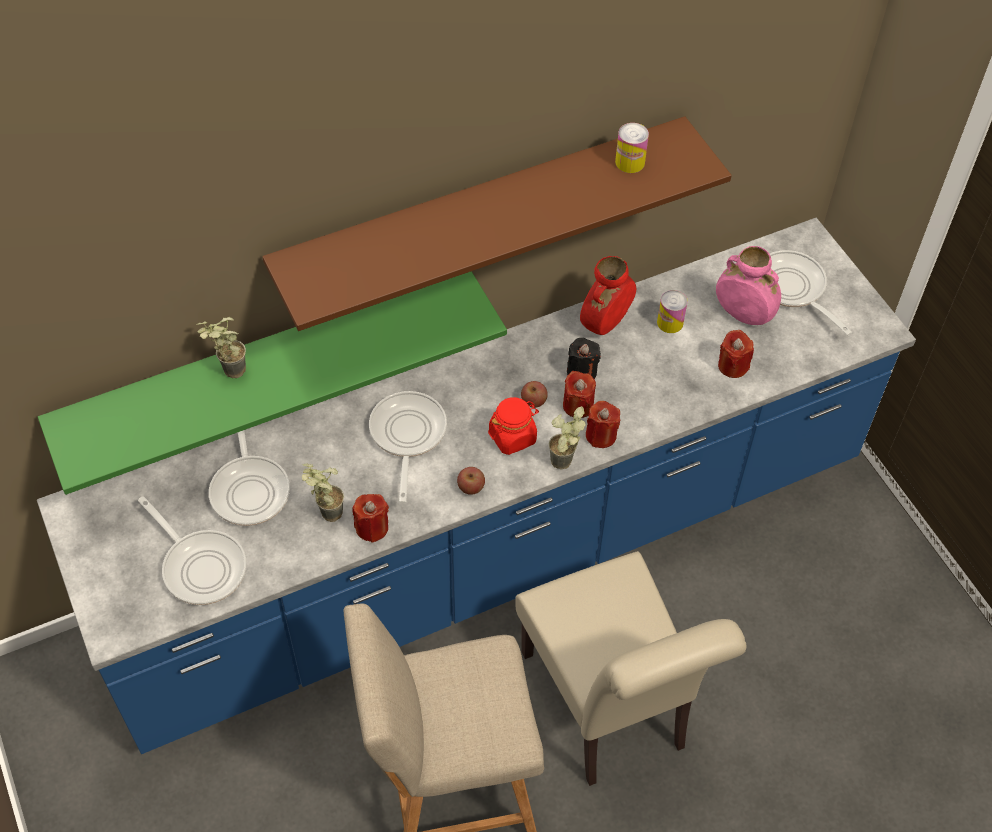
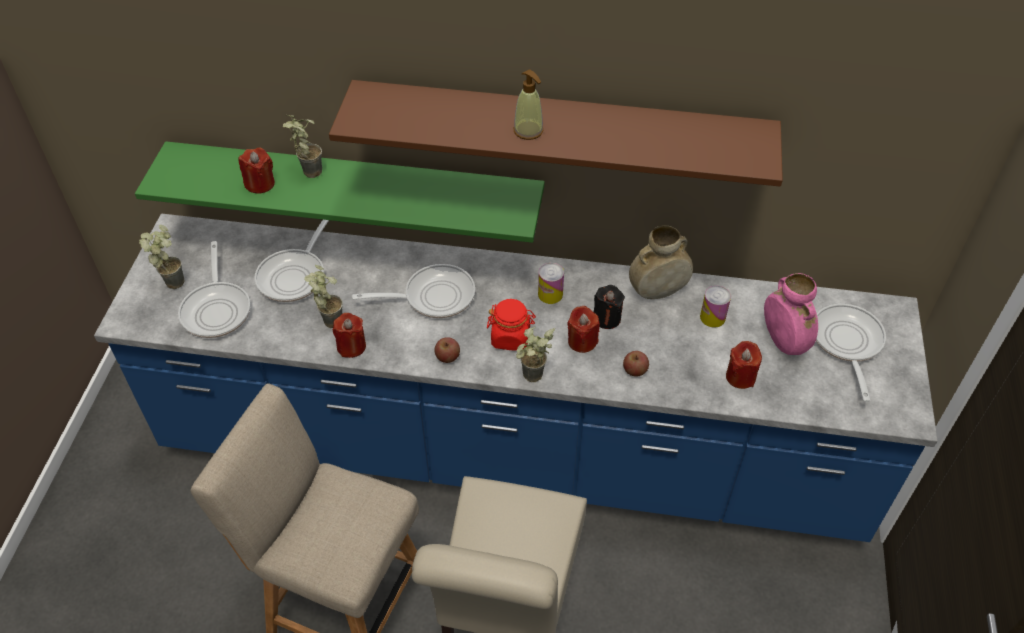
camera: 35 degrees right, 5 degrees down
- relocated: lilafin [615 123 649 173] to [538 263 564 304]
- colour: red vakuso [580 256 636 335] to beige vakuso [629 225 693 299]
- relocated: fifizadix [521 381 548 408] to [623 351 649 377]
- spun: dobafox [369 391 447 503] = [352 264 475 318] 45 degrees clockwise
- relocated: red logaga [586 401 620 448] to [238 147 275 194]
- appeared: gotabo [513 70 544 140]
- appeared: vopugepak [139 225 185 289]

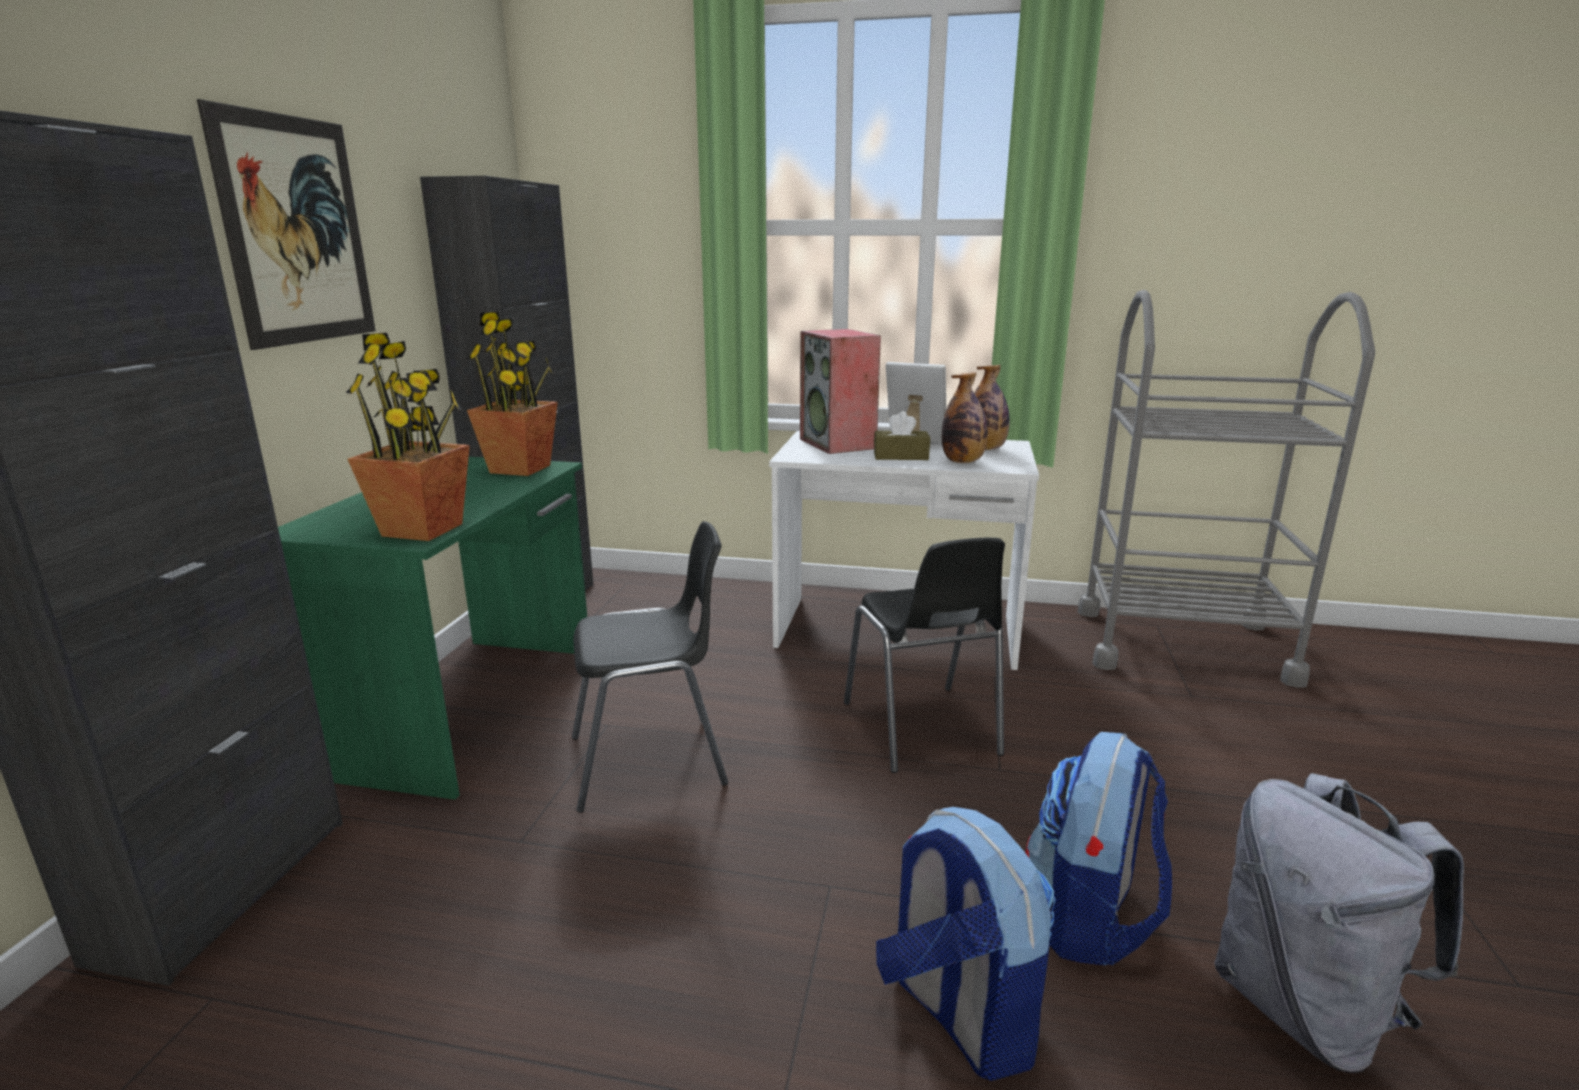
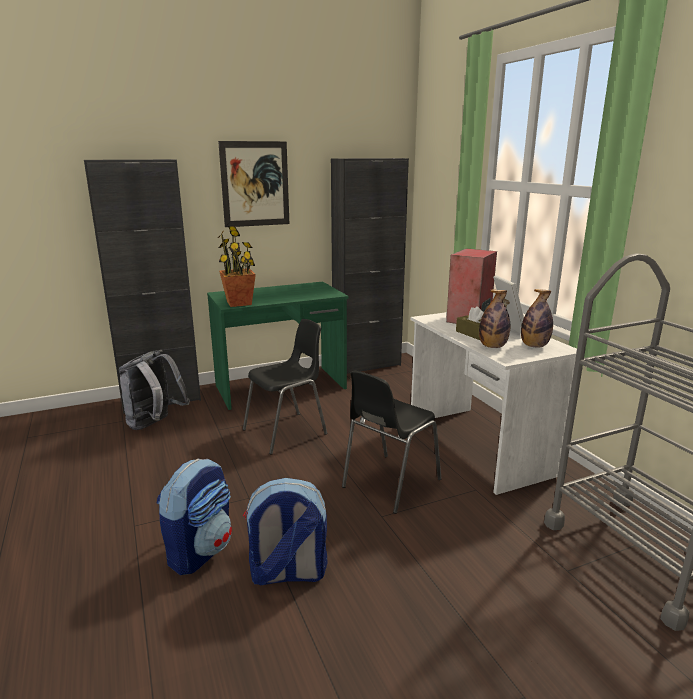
camera: 55 degrees right, 0 degrees up
- missing: vopugepak [467 312 558 476]
- spun: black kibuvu [572 521 728 813] = [243 319 327 455] 75 degrees counterclockwise
- relocated: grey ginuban [1214 773 1464 1073] to [119 350 190 430]

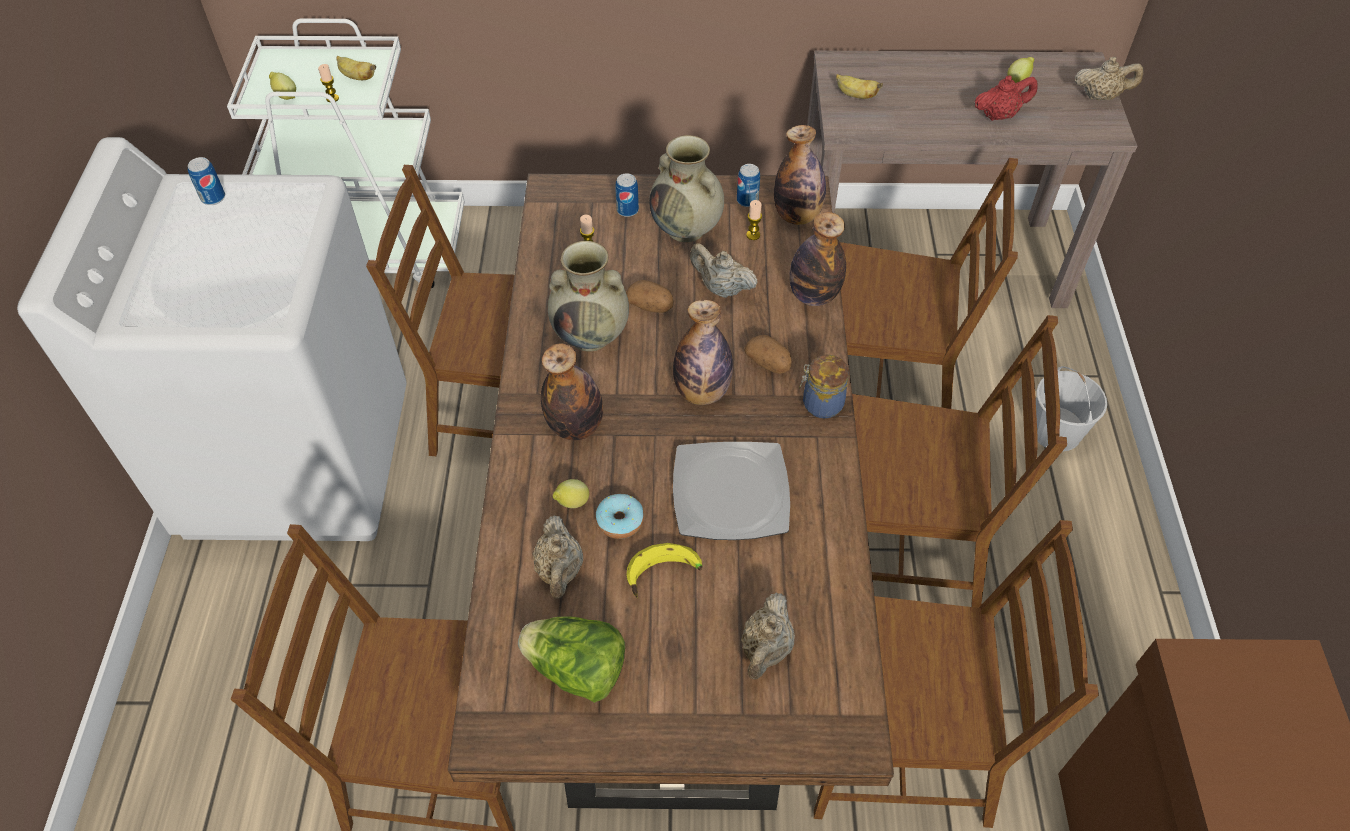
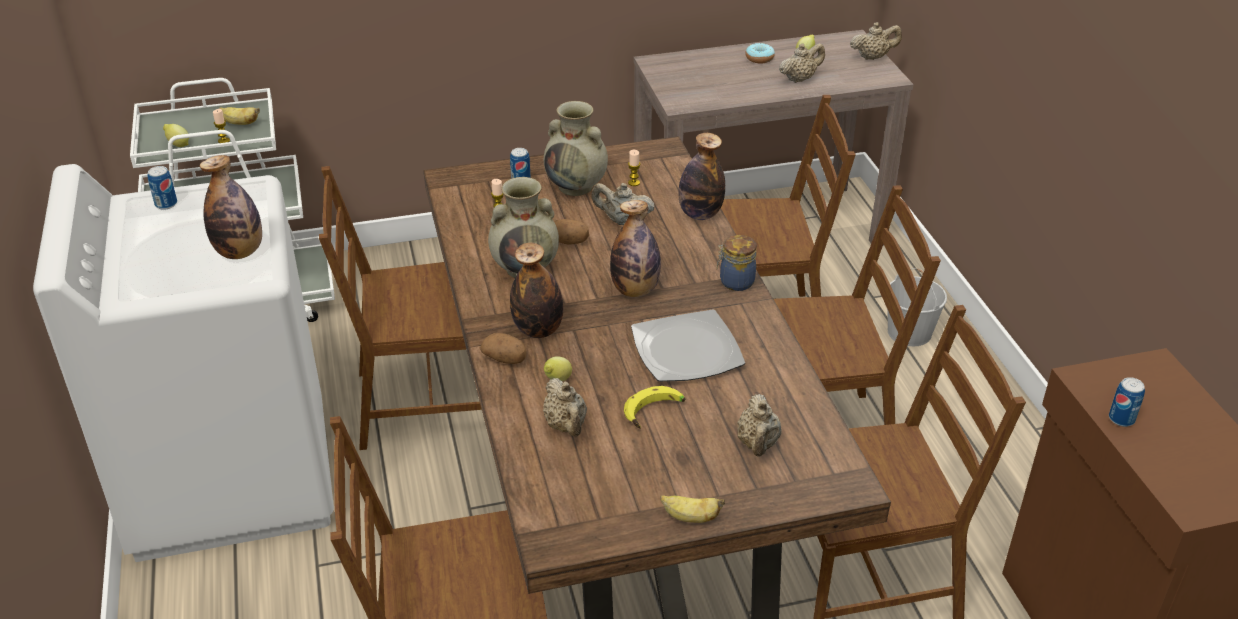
camera: 15 degrees left, 15 degrees down
- relocated: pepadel [836 74 883 99] to [660 495 725 523]
- colour: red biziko [974 75 1038 121] to beige biziko [779 43 825 83]
- relocated: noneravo [774 125 826 225] to [200 155 262 259]
- relocated: lilafin [737 164 760 207] to [1109 377 1145 427]
- relocated: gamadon [744 335 791 374] to [480 333 527 364]
- relocated: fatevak [595 494 644 539] to [745 43 775 63]
- missing: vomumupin [518 616 625 703]

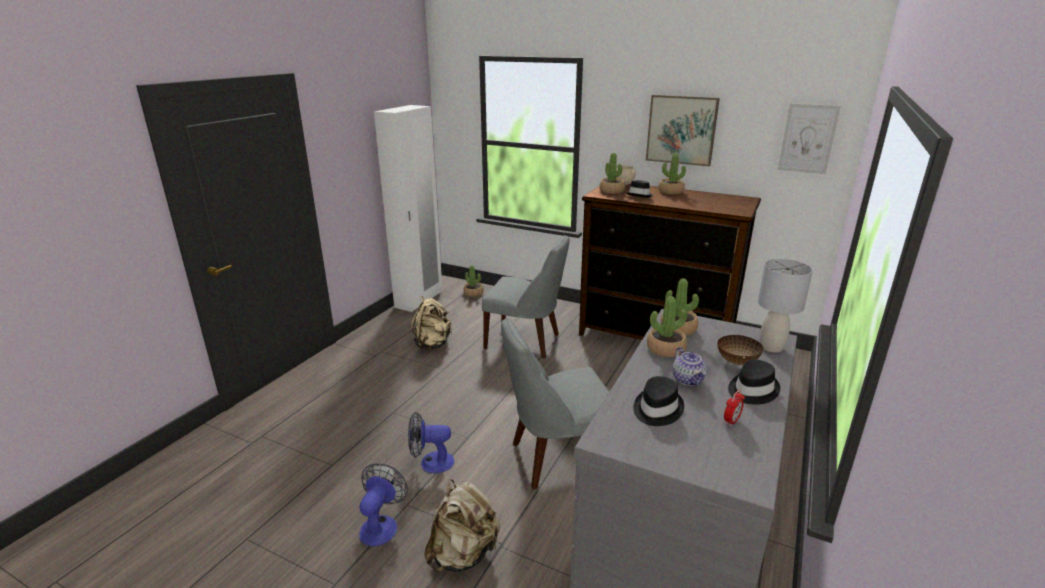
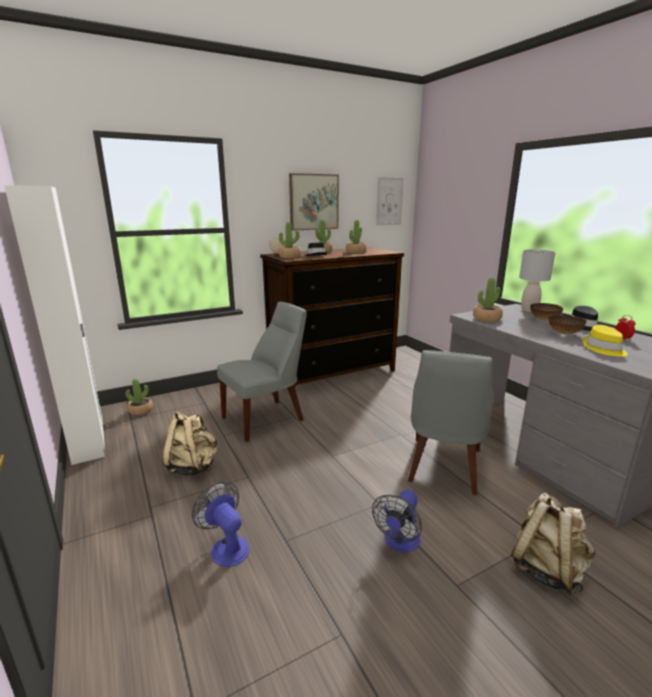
camera: 55 degrees left, 5 degrees down
- relocated: vopugepak [647 296 687 357] to [346 220 367 253]
- exchanged: biziko [673 347 707 386] to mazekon [549 315 586 335]
- colour: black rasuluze [633 376 684 426] to yellow rasuluze [582 325 628 357]
- relocated: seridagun [359 464 408 546] to [192 482 249 567]

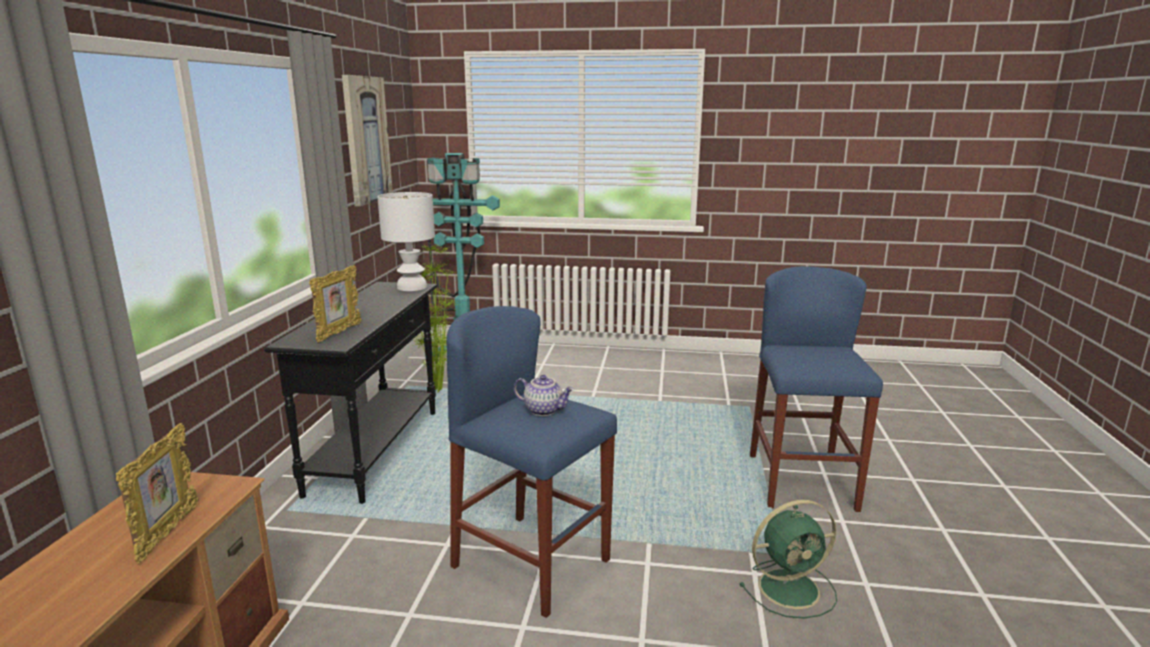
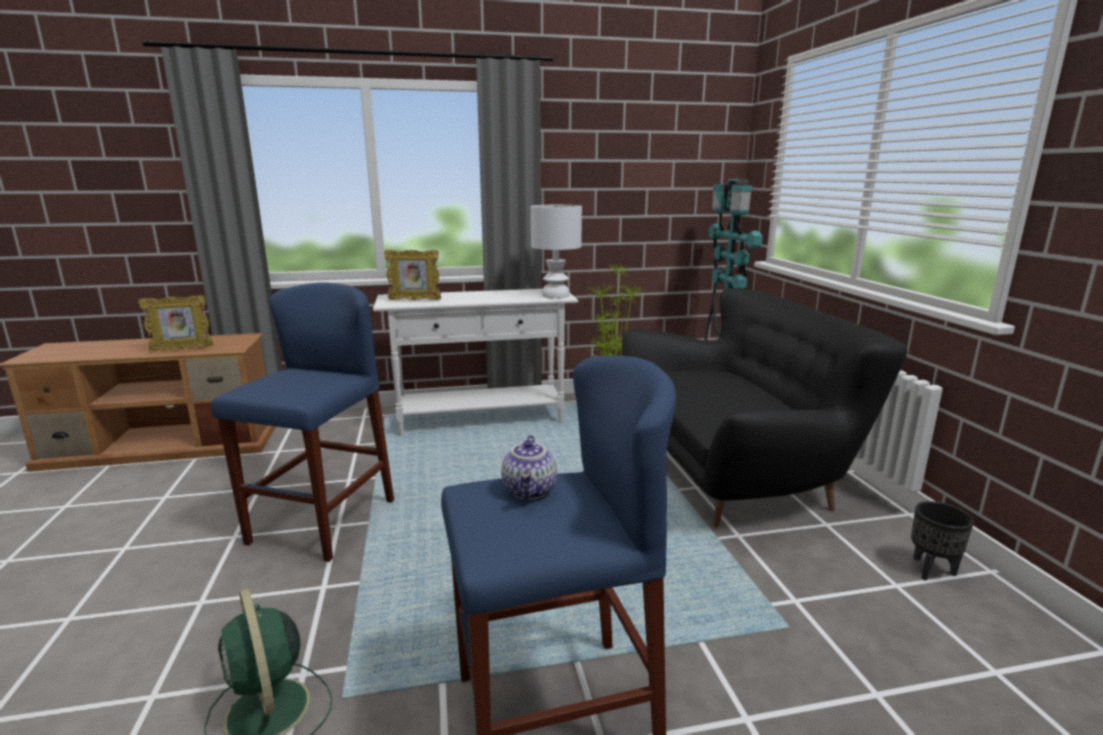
camera: 70 degrees right, 0 degrees up
- missing: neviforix [342 75 393 206]
- colour: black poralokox [264 282 438 504] to white poralokox [373 289 579 436]
- relocated: biziko [514 375 574 416] to [501 435 557 500]
- appeared: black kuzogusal [622 288 907 527]
- appeared: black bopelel [911 501 974 581]

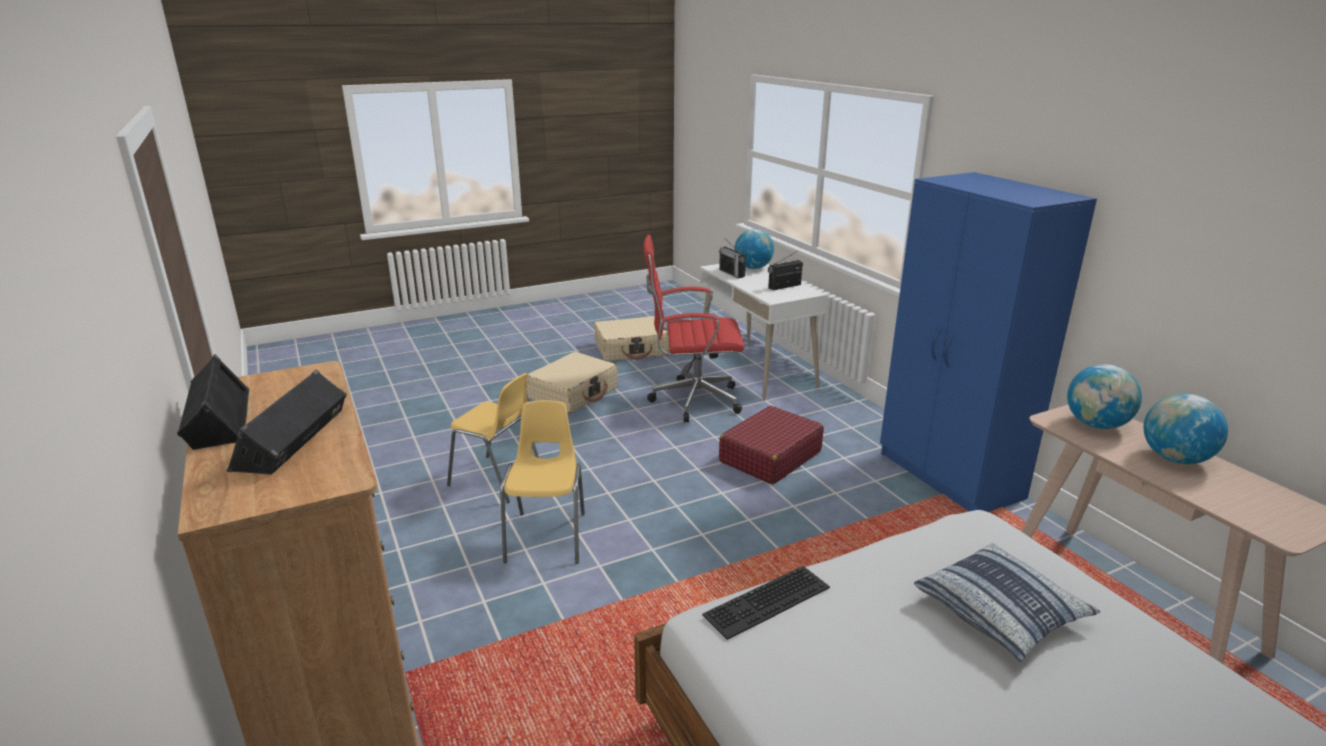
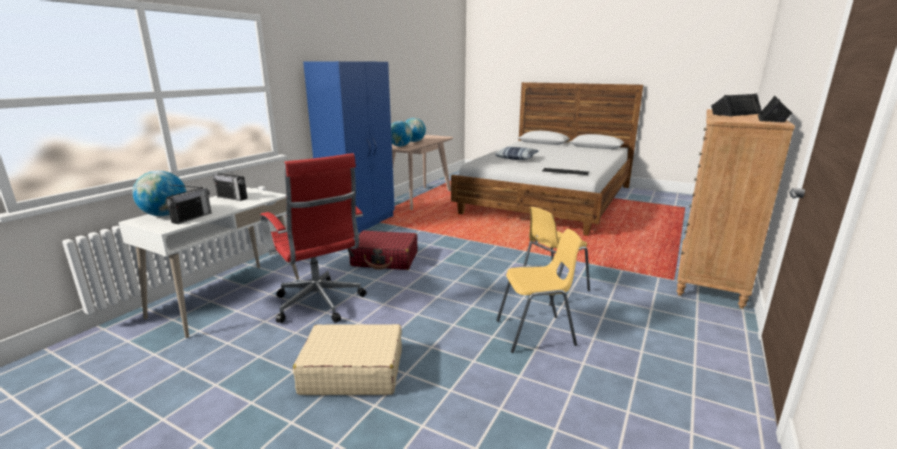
camera: 125 degrees left, 5 degrees down
- missing: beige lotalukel [594 316 669 361]
- spun: yellow kibuvu [447 373 539 503] = [496 229 582 353] 90 degrees clockwise

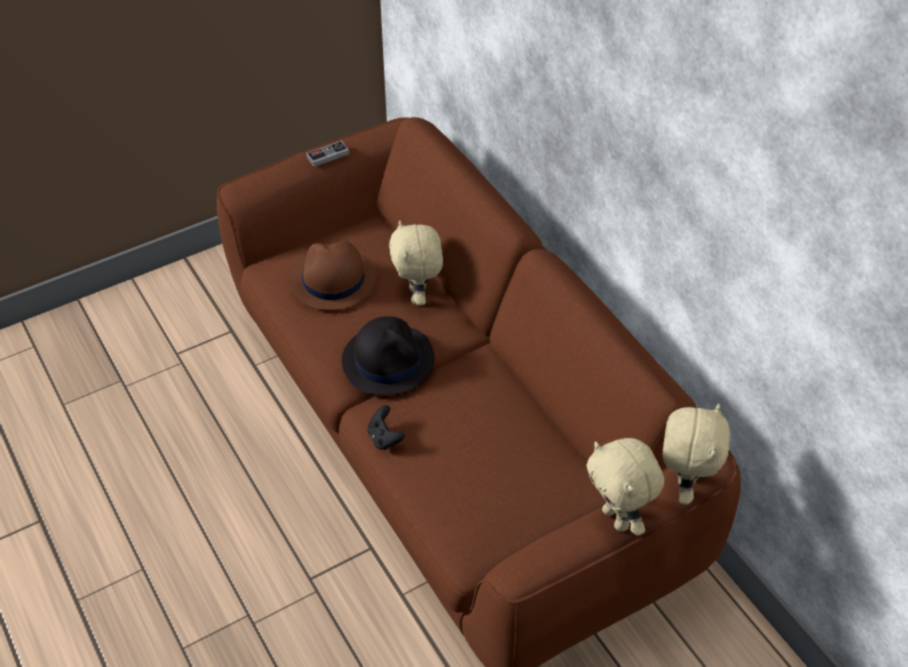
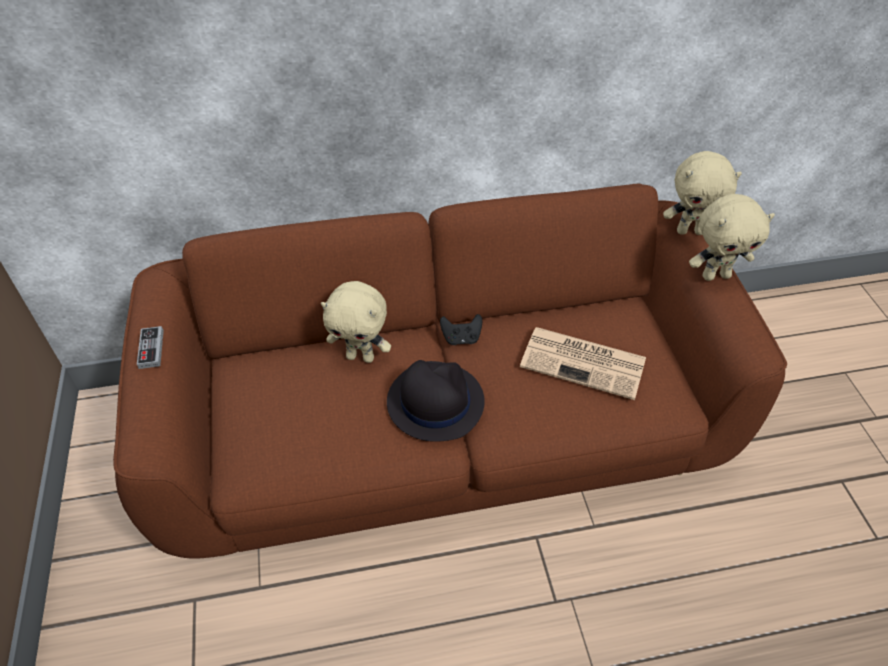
camera: 70 degrees left, 0 degrees up
- missing: brown rasuluze [289 241 377 310]
- spun: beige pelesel [663 404 730 505] = [663 151 742 235] 150 degrees clockwise
- relocated: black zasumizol [368 405 405 450] to [440 314 482 345]
- appeared: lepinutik [520 327 646 400]

